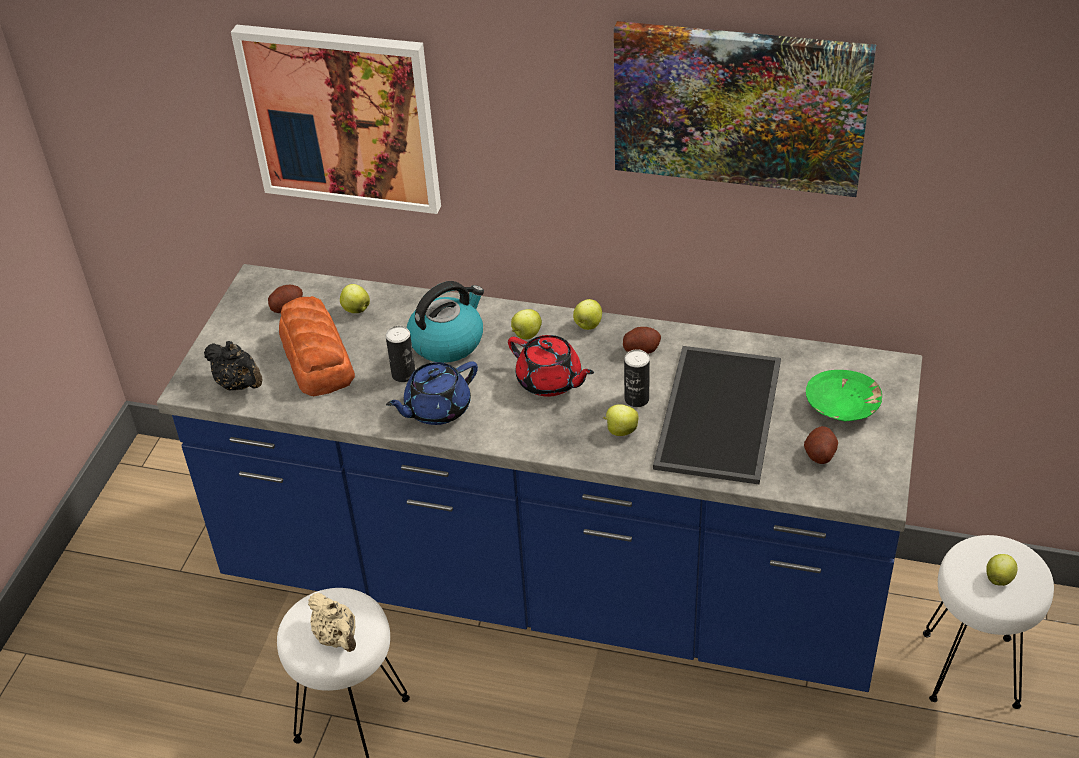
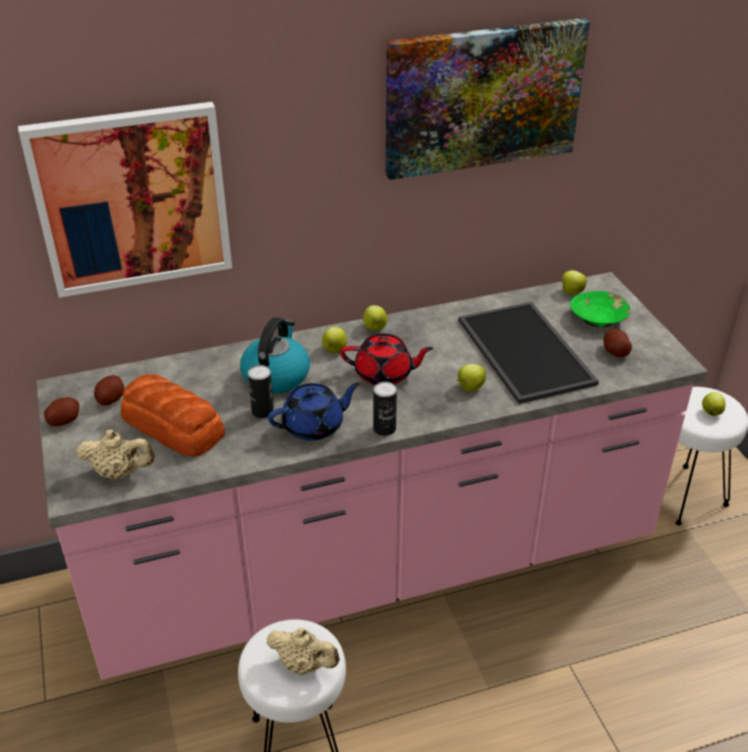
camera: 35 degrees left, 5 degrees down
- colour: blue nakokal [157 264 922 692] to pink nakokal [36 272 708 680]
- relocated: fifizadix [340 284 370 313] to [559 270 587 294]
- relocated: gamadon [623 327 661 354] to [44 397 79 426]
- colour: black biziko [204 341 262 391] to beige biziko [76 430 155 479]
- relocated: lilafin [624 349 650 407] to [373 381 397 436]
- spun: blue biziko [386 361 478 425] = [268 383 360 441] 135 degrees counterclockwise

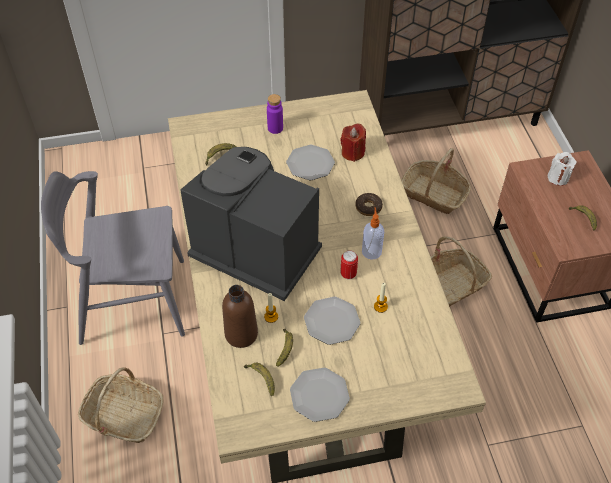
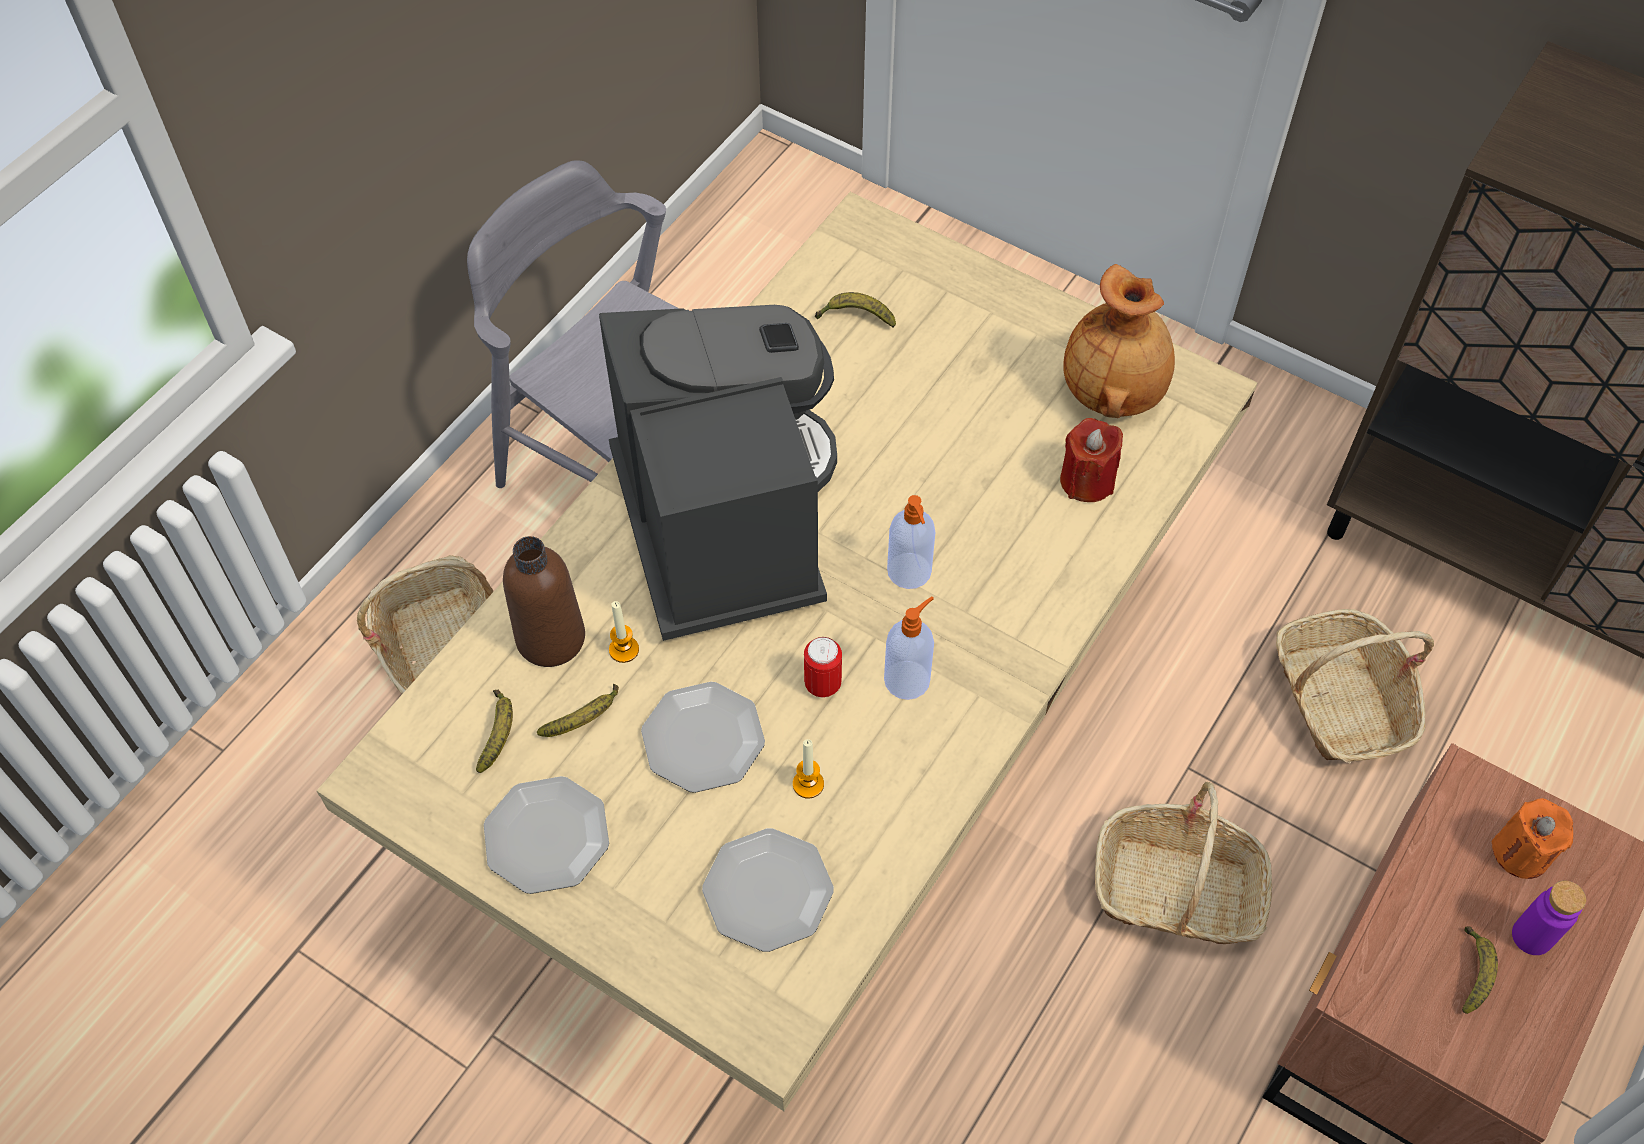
camera: 45 degrees right, 5 degrees up
- relocated: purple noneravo [267 94 283 134] to [1512 880 1586 955]
- relocated: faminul [286 145 335 180] to [702 828 834 952]
- colour: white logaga [548 152 577 186] to orange logaga [1491 798 1573 879]
- missing: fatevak [355 193 383 216]
- appeared: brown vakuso [1063 264 1175 418]
- appeared: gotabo [887 495 935 589]

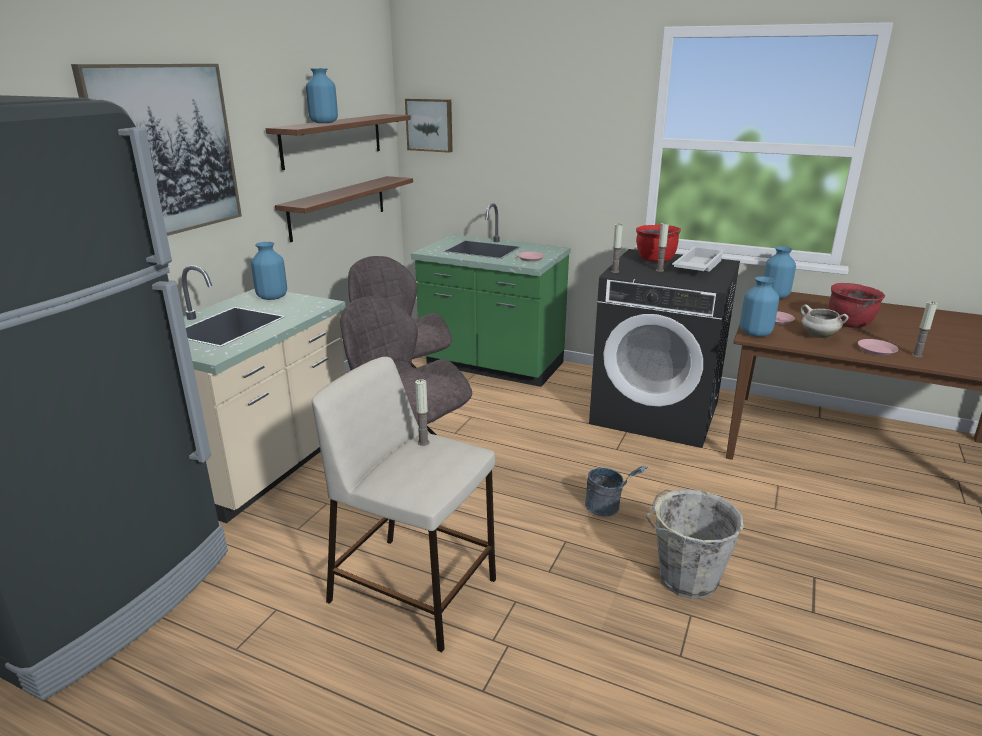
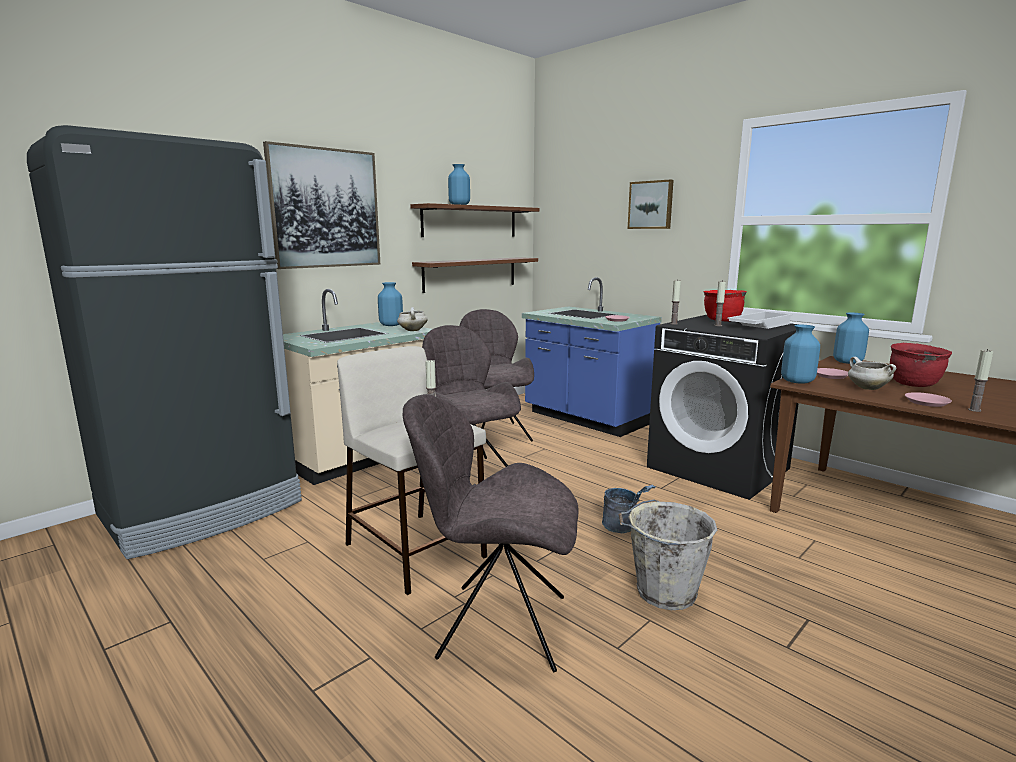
camera: 20 degrees right, 10 degrees down
- relocated: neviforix [405 98 453 153] to [628 179 674 229]
- colour: green nakokal [411 203 571 387] to blue nakokal [522 277 662 437]
- appeared: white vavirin [397 307 428 331]
- appeared: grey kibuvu [403 394 579 672]

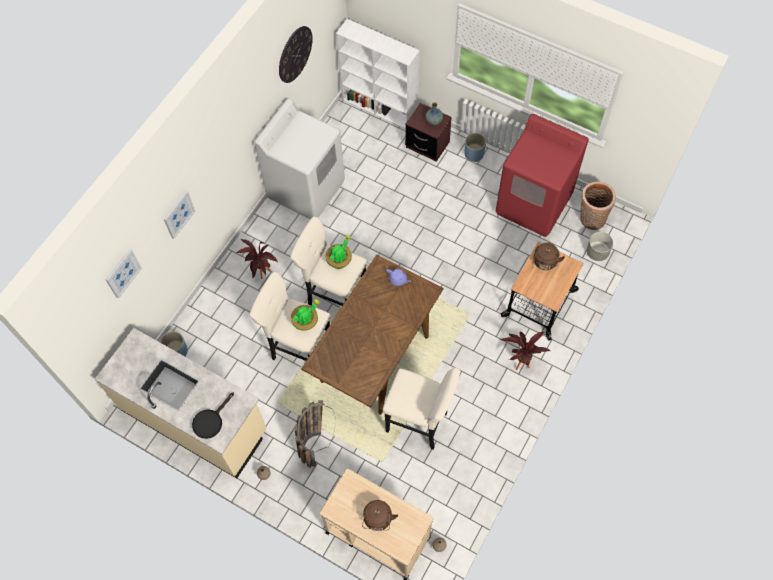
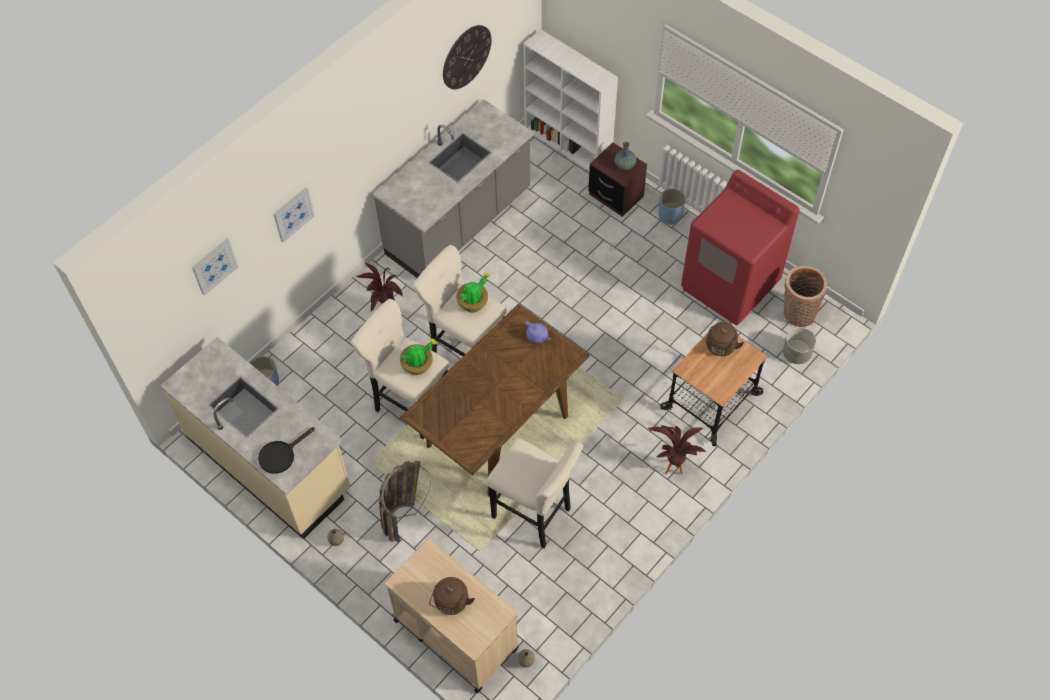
camera: 10 degrees right, 5 degrees down
- exchanged: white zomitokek [255 99 345 219] to grey nakokal [373 99 534 278]

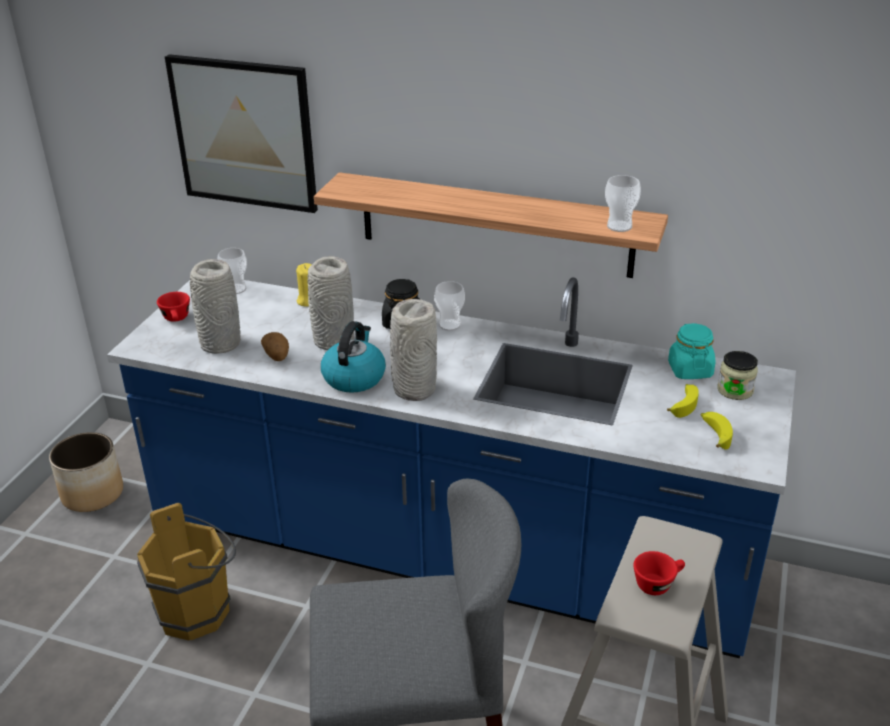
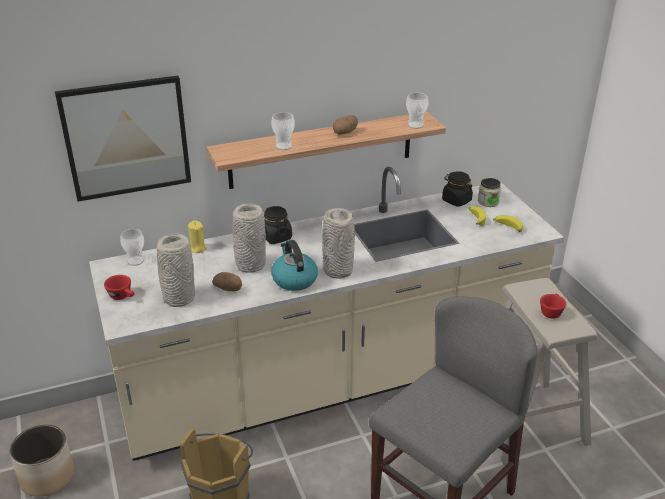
camera: 40 degrees left, 0 degrees up
- colour: blue nakokal [107 277 796 658] to beige nakokal [89 167 564 461]
- relocated: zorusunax [434 281 465 331] to [271 112 295 150]
- colour: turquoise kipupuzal [668 323 716 379] to black kipupuzal [442 171 473 207]
- appeared: gamadon [332 115 358 135]

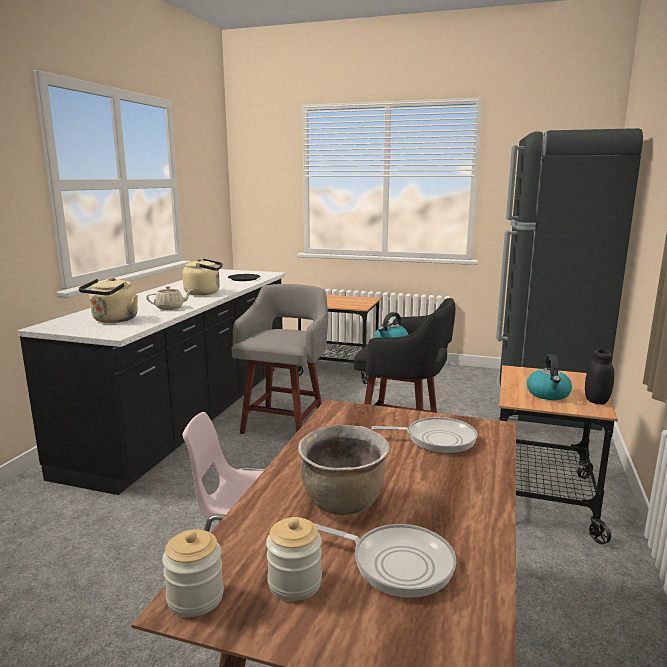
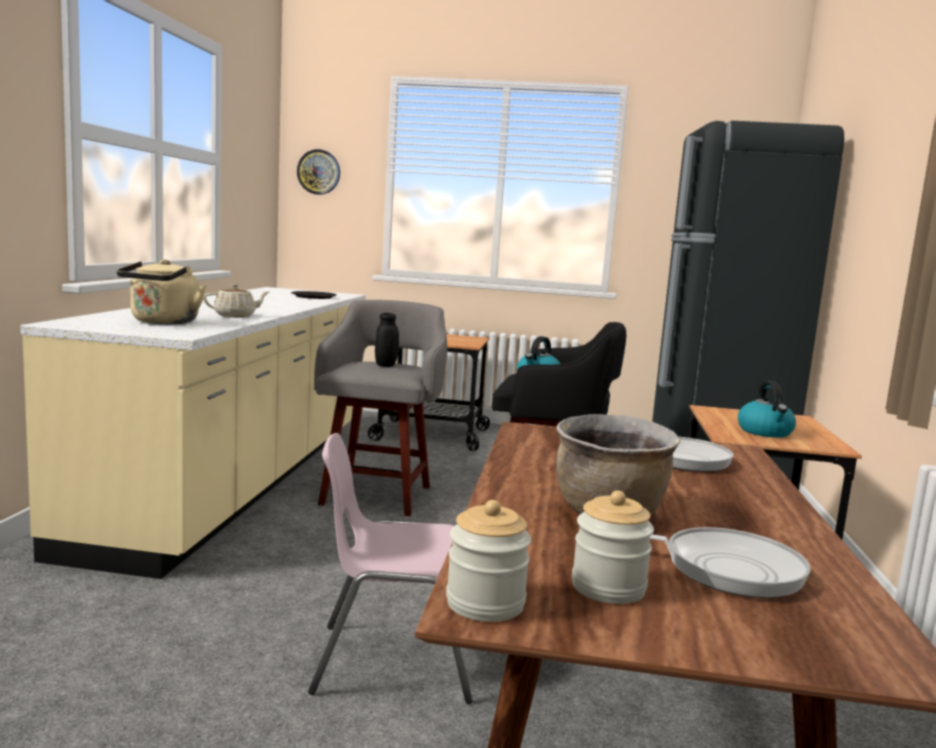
camera: 10 degrees left, 5 degrees down
- missing: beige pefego [182 259 223 295]
- colour: black nakokal [18 269 286 495] to beige nakokal [21 287 366 579]
- relocated: black kipupuzal [585 349 614 405] to [375 313 399 367]
- appeared: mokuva [297 149 340 195]

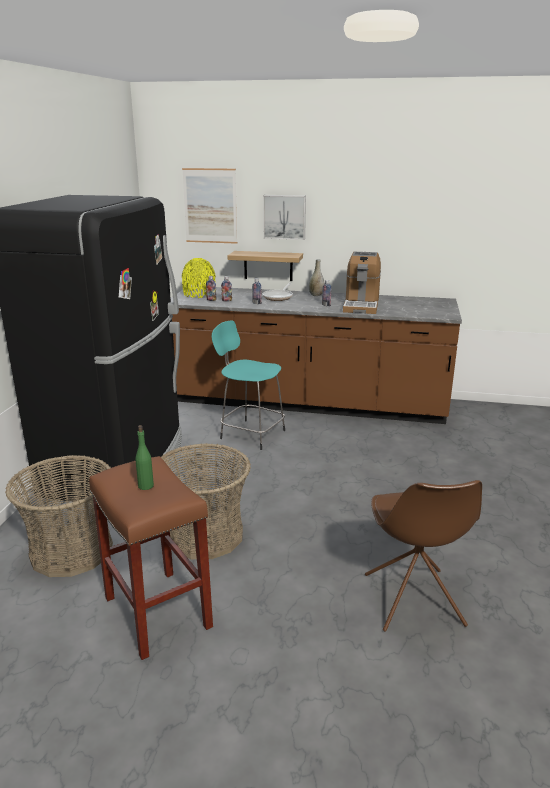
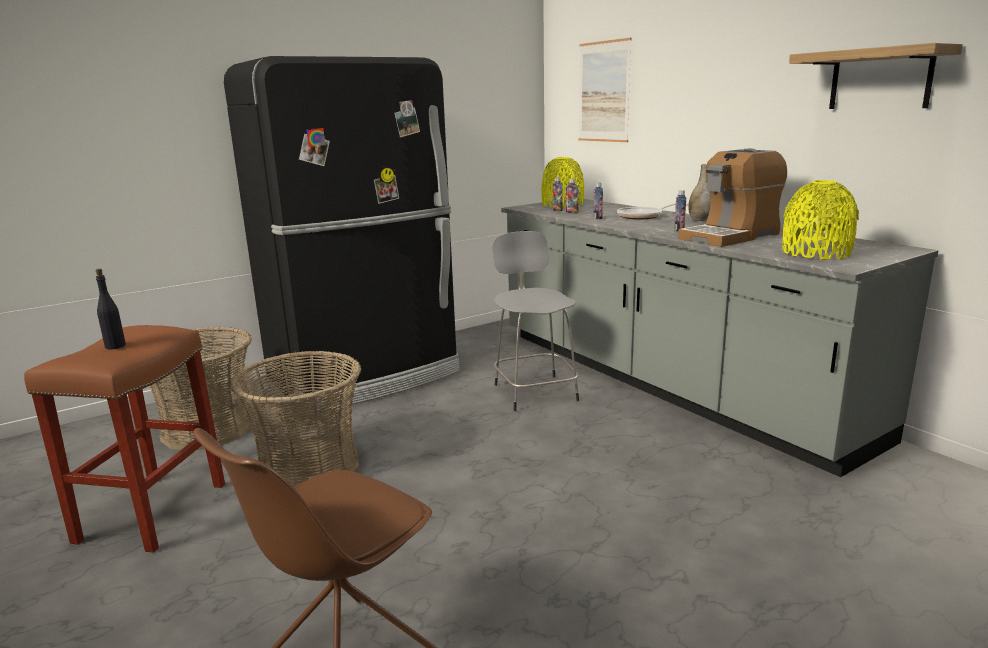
camera: 45 degrees right, 5 degrees down
- missing: neviforix [263 195 306 240]
- relocated: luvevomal [227 251 303 281] to [789 43 963 109]
- colour: brown nakokal [171 286 462 424] to grey nakokal [501 199 938 477]
- colour: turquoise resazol [212 320 285 450] to grey resazol [492 231 579 411]
- colour: green noneravo [135 425 154 490] to black noneravo [95 269 126 349]
- appeared: yellow vakuso [782 180 859 260]

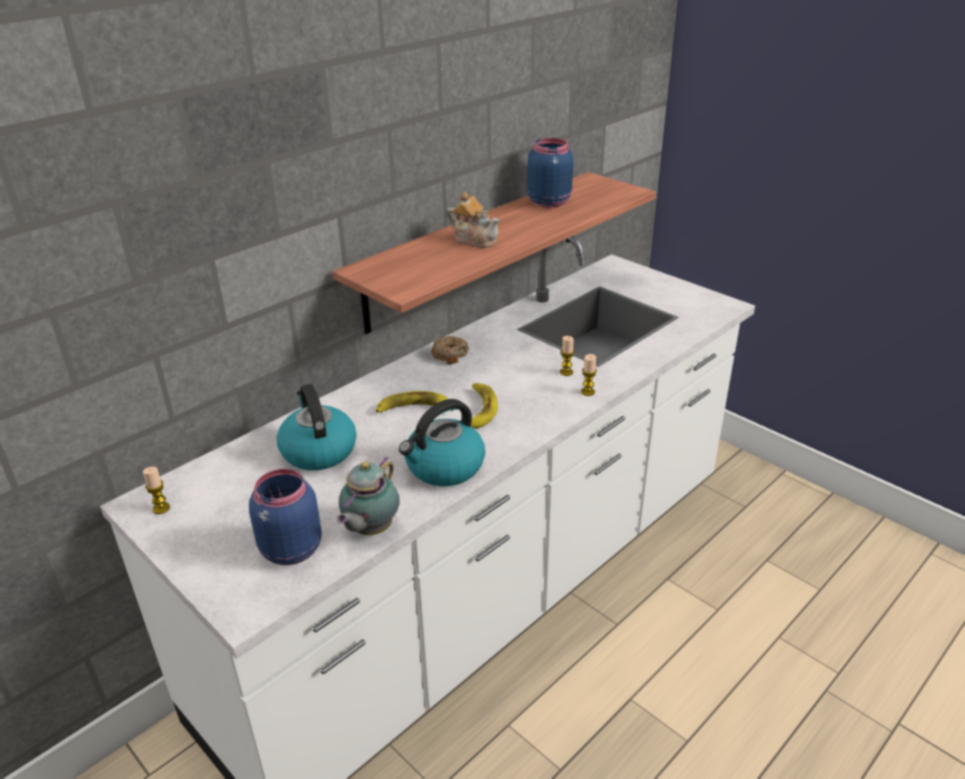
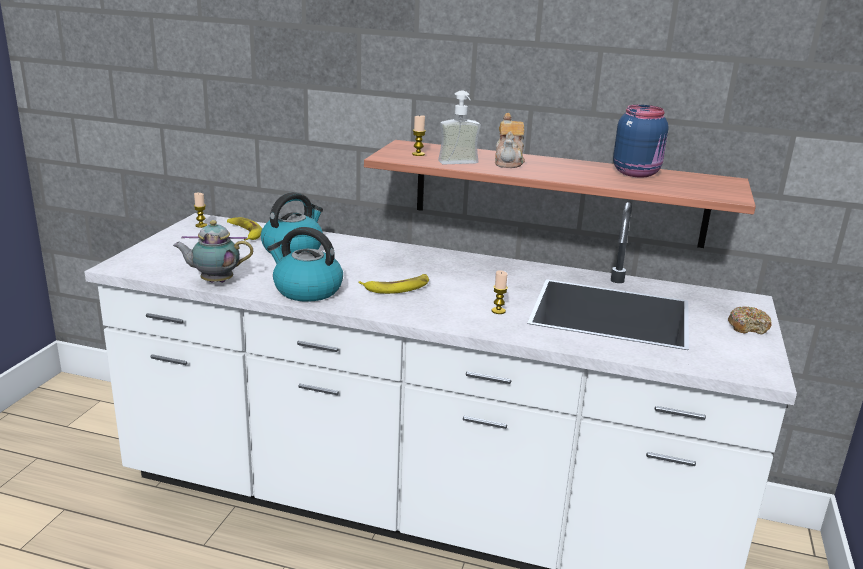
camera: 60 degrees right, 10 degrees down
- relocated: fatevak [431 336 469 364] to [728 306 772 335]
- relocated: logaga [581 354 597 396] to [412 116 426 156]
- relocated: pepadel [376 391 454 413] to [227 217 262 241]
- missing: blue kipupuzal [249 469 322 565]
- appeared: gotabo [438 91 481 165]

